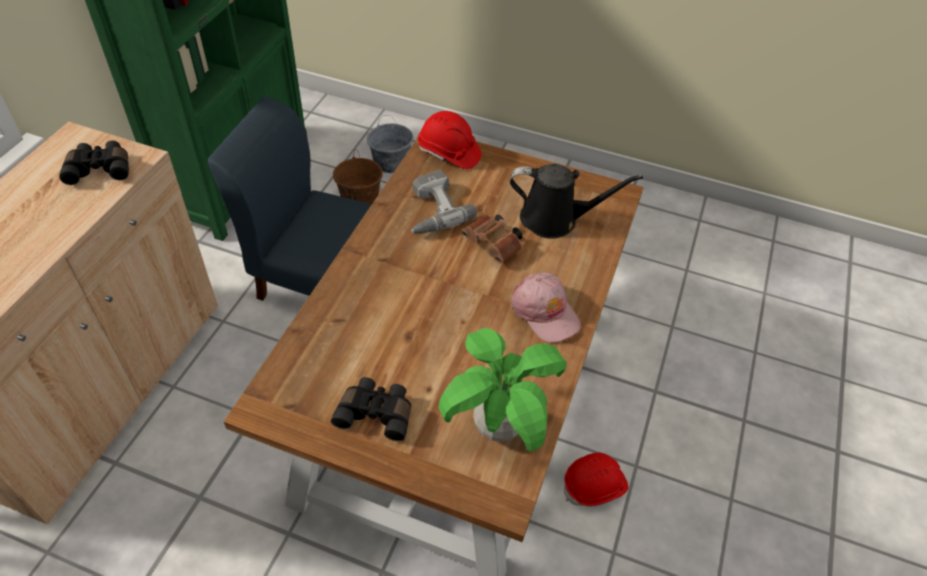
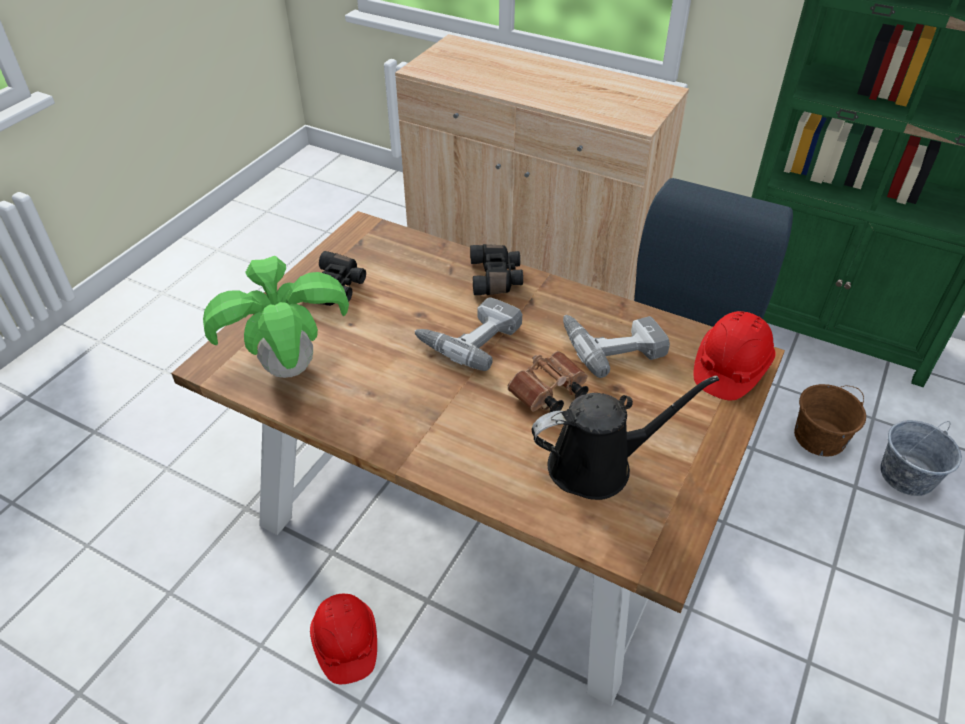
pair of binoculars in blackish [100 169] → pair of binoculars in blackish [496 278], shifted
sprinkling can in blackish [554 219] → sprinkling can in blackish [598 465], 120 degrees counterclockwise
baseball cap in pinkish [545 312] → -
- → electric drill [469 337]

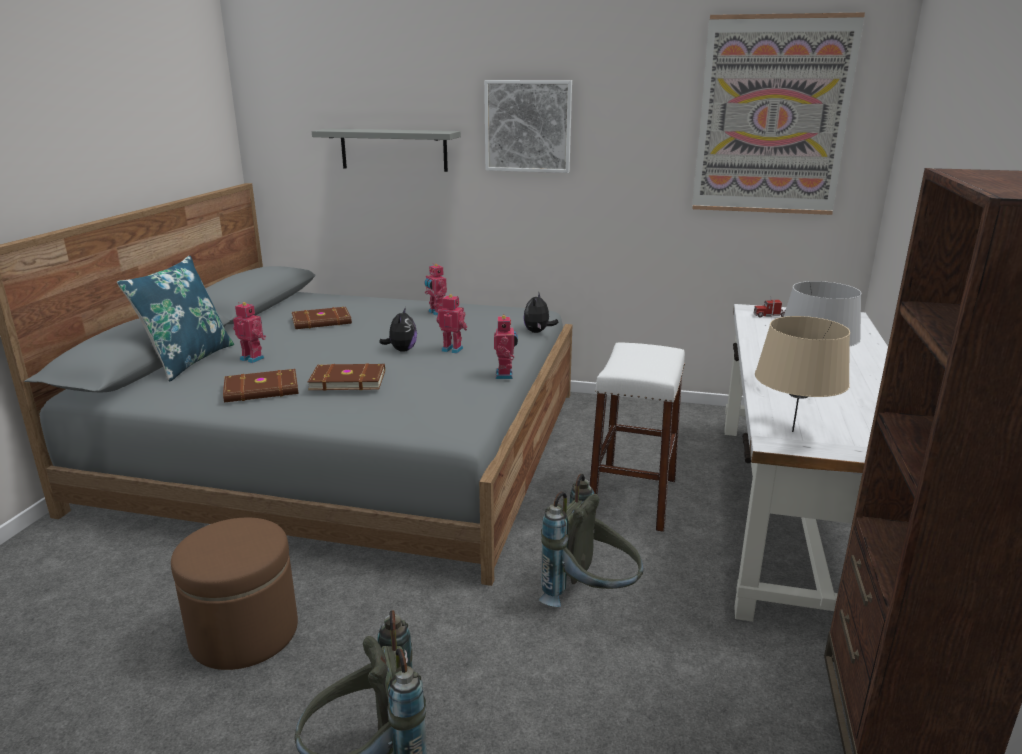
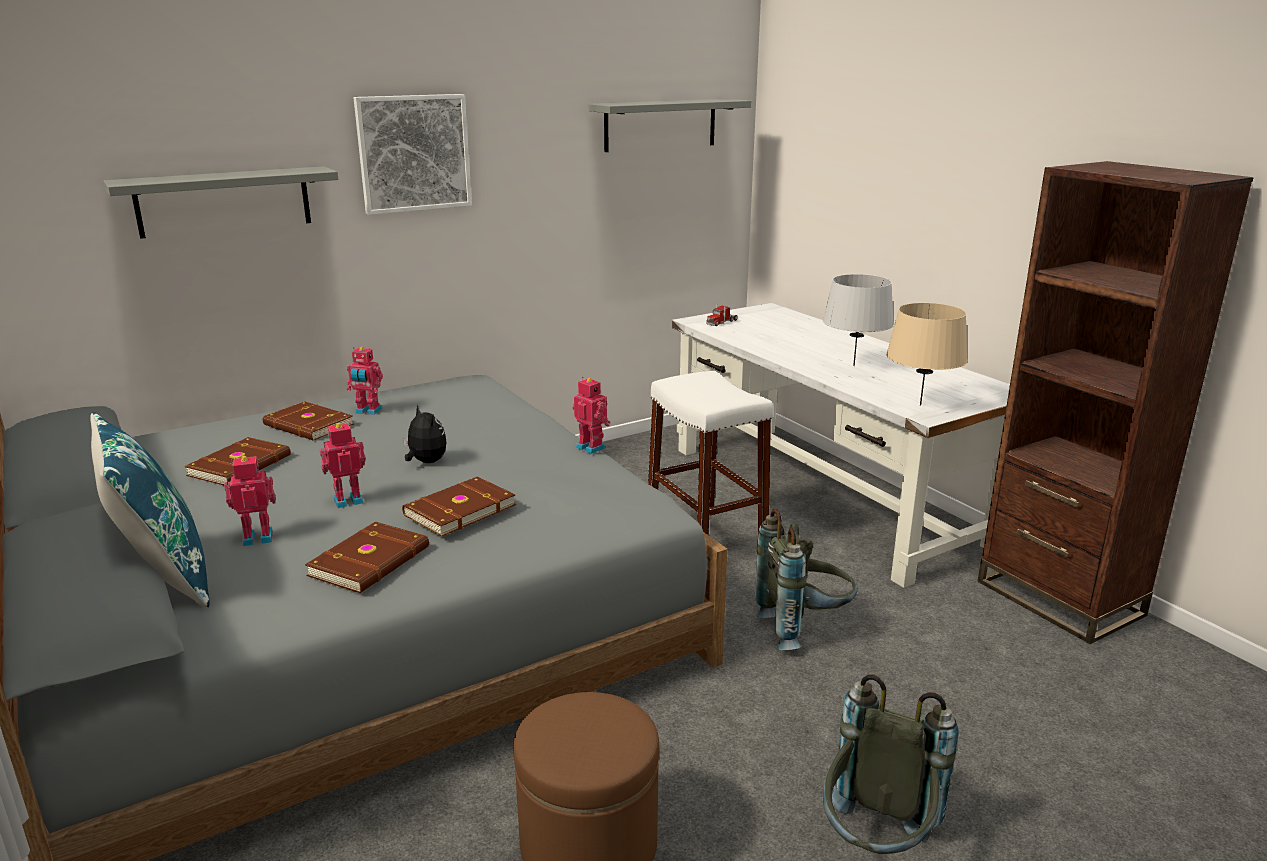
robot figure [452 349] → robot figure [348 500], shifted
soft toy [538 332] → -
wall picture [772 117] → wall shelf in grey [660 125]
- → bound book in brownish [308 425]

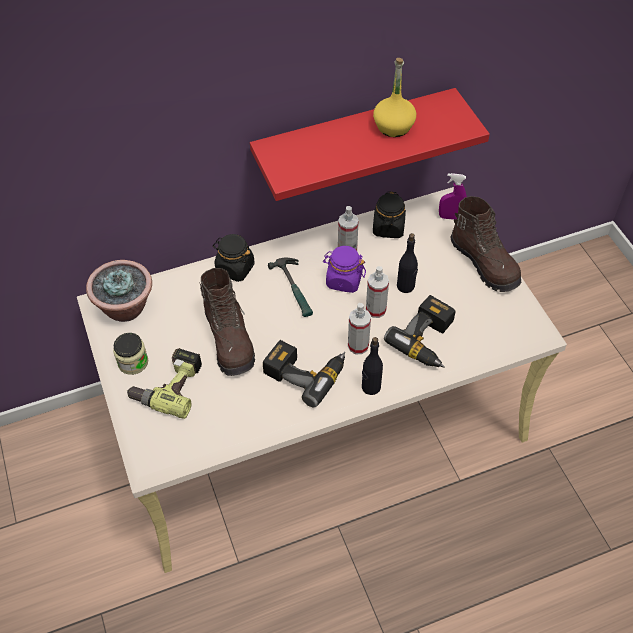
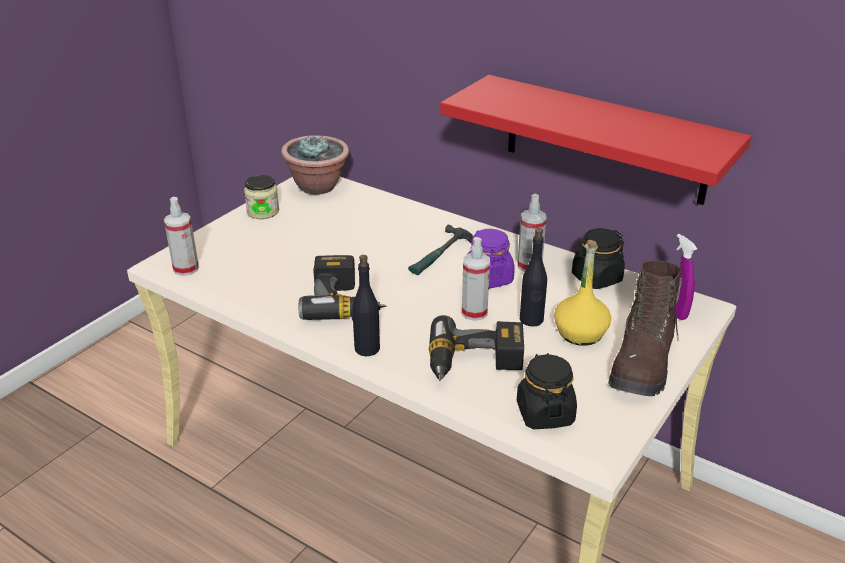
electric drill [169 385] → -
tall boot in brownish [230 340] → -
storage jar in blackish [235 268] → storage jar in blackish [544 413], shifted
sprayer [358 346] → sprayer [186 269], shifted
bottle in yellow [393 126] → bottle in yellow [580 333], shifted

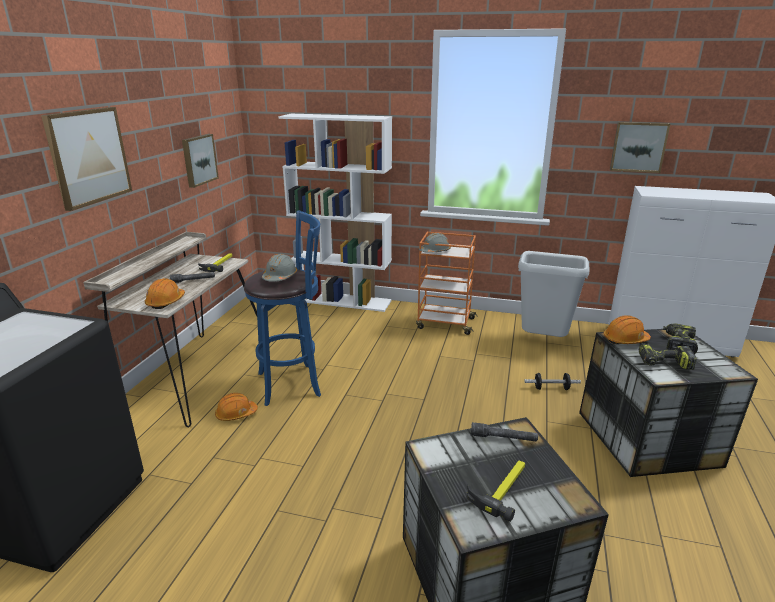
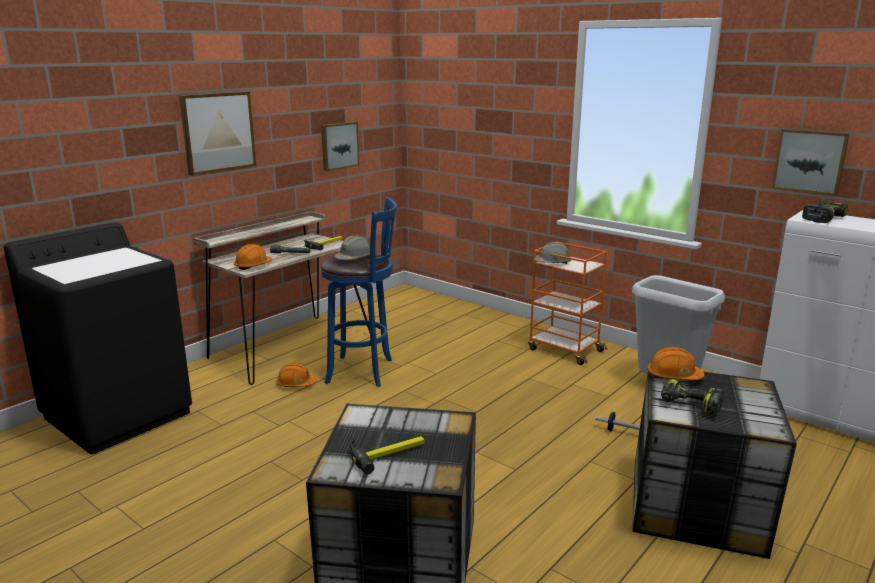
bookshelf in whitish [343 300] → -
torch in grey [503 438] → -
electric drill [678 344] → electric drill [822 218], shifted

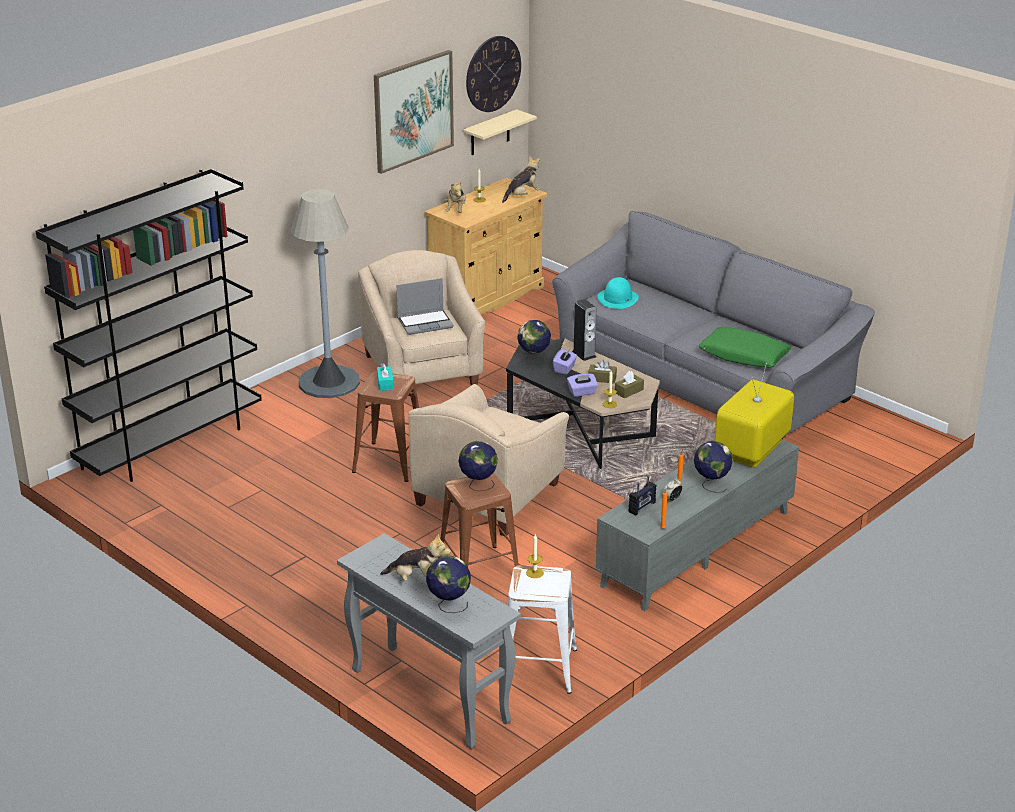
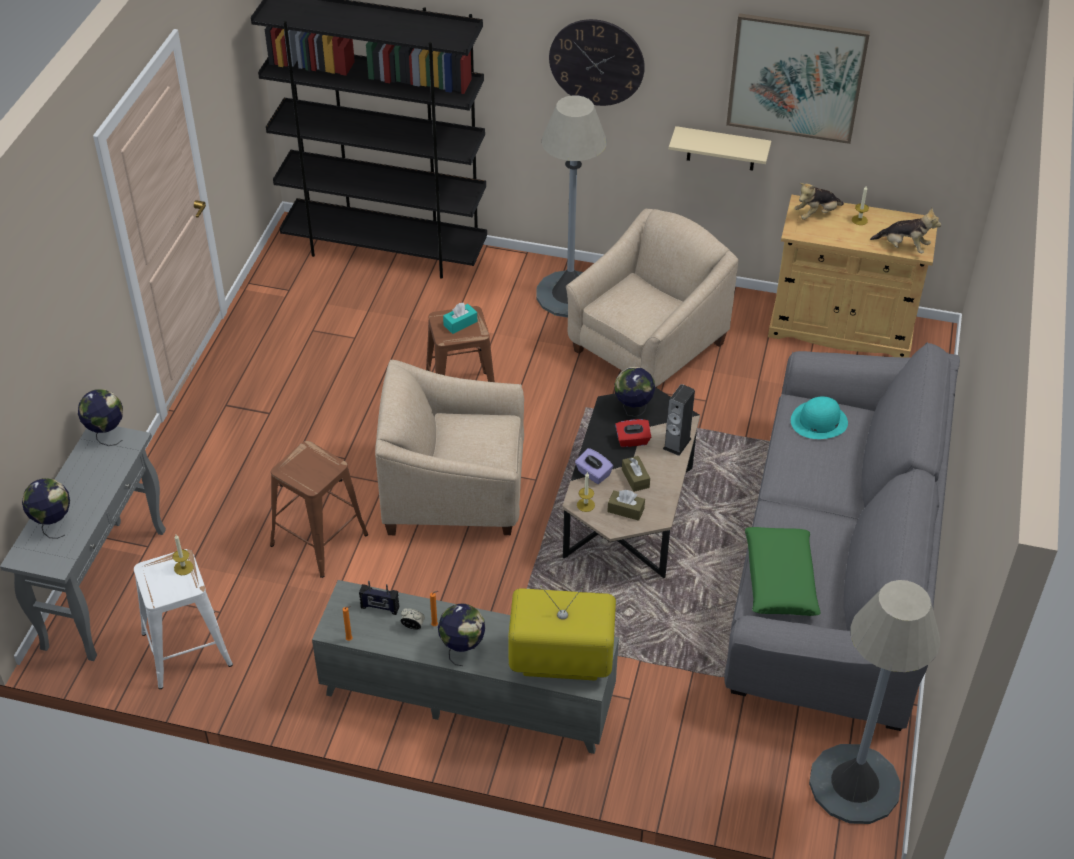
soft toy [417 580] → -
portable computer [426 323] → -
world globe [478 485] → world globe [106 434], shifted
wall shelf in beige [490 133] → wall shelf in beige [721 149], shifted
hanging clock [493 73] → hanging clock [596 62], shifted
box of tissues in purple-coloured [564 369] → box of tissues in red-coloured [632 441]
- → standard lamp in grey [854 784]

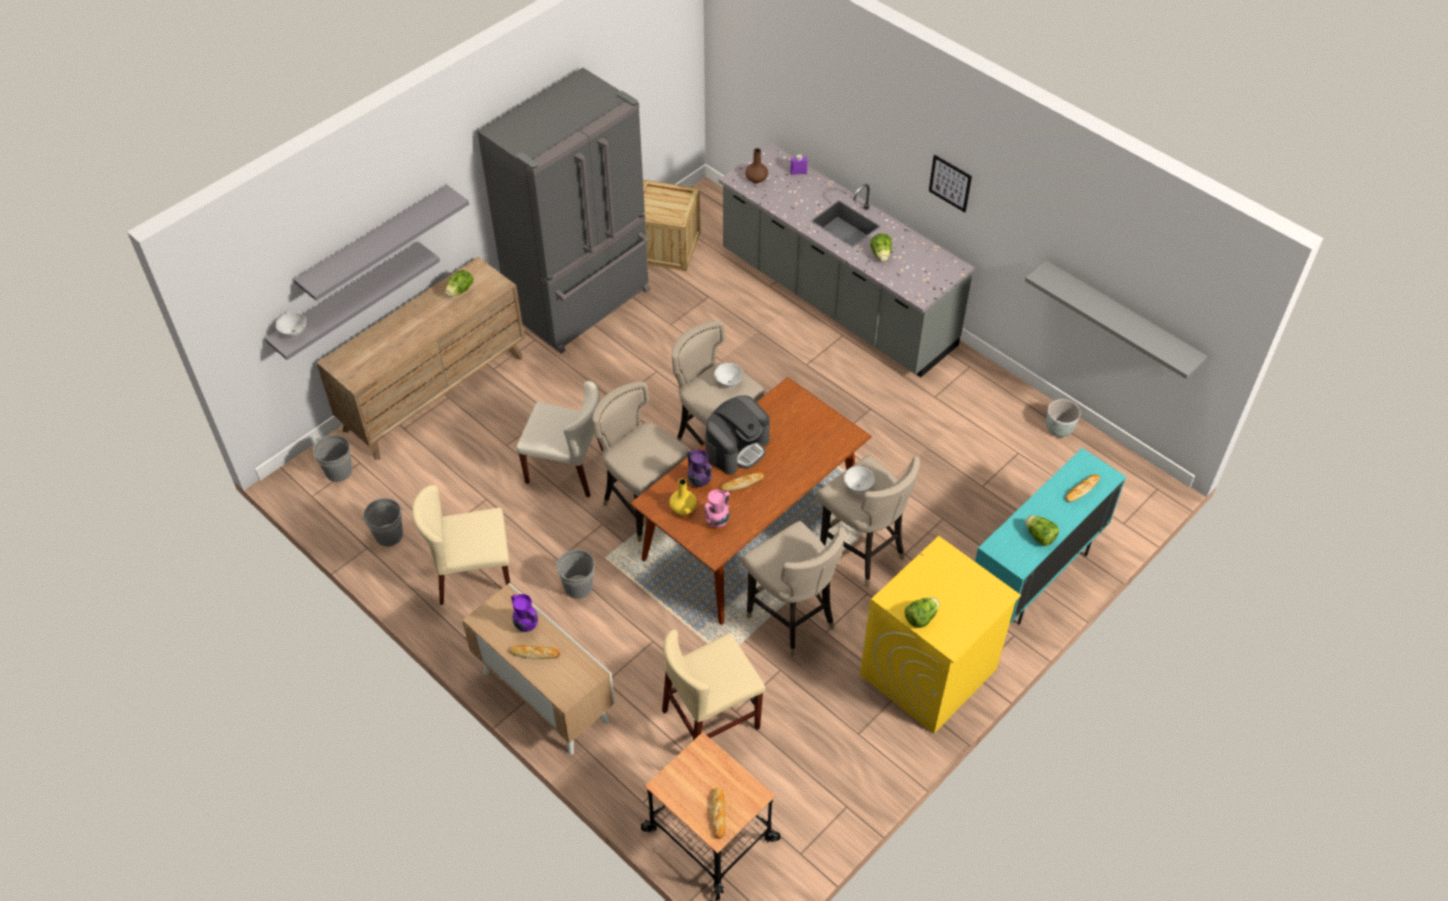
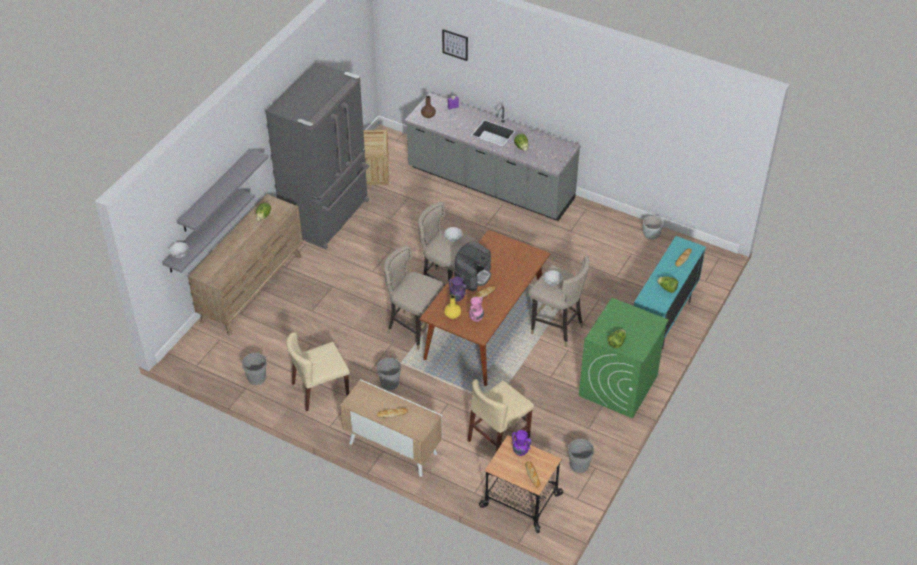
pail in grey [338 471] → pail in grey [579 464], shifted
vase in purple-coloured [526 626] → vase in purple-coloured [520 452], shifted
chair in beige [567 468] → -
sitting stool in beige [791 619] → -
laundry appliance in yellow [928 672] → laundry appliance in green-coloured [618 386]
wall picture [950 183] → wall picture [455 44], shifted
wall shelf in grey [1121 318] → -

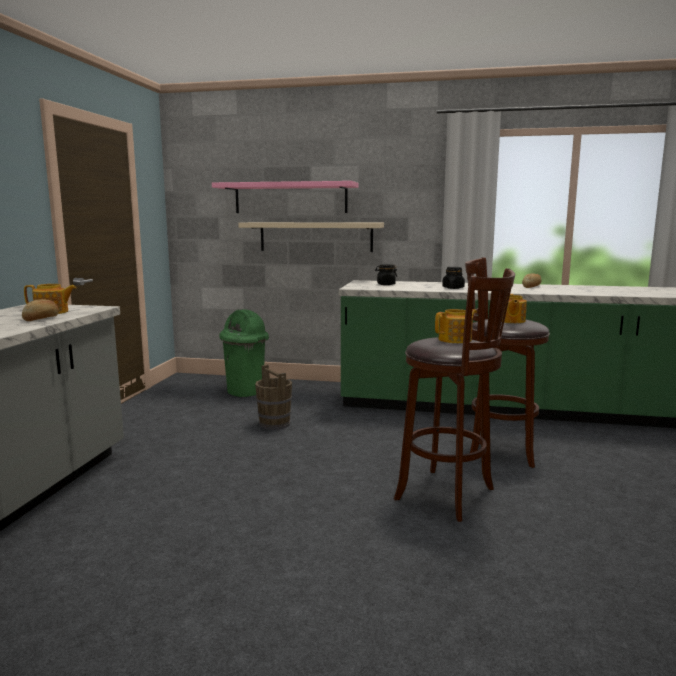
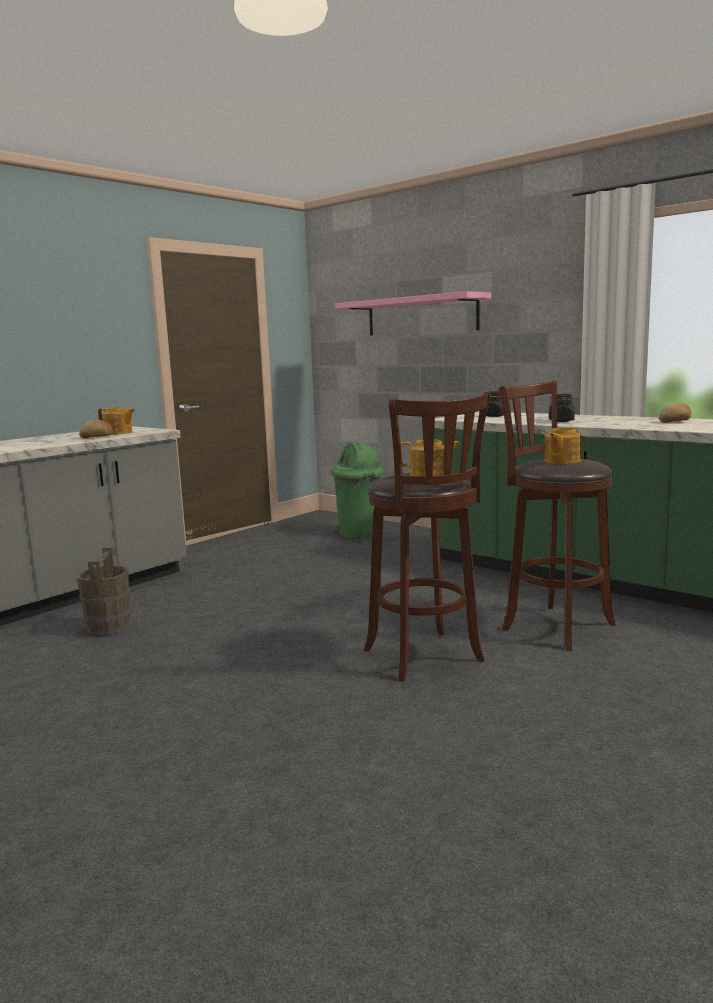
wall shelf in beige [316 236] → -
pail in brownish [274 424] → pail in brownish [109 629], shifted

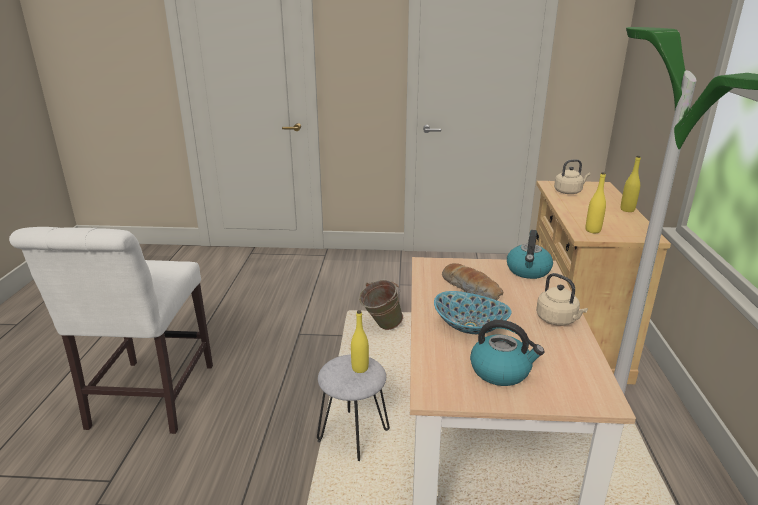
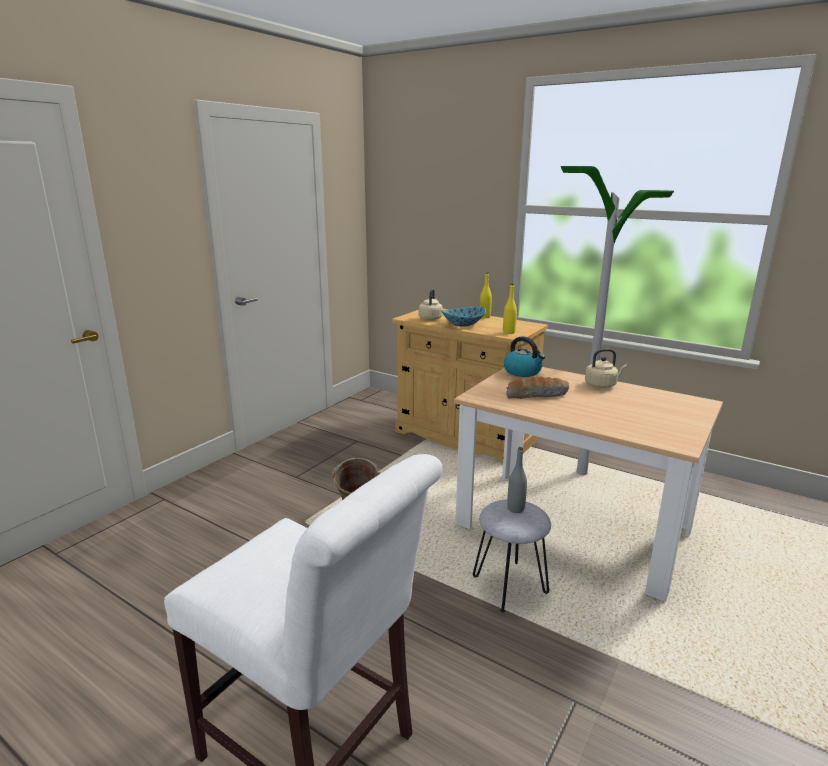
bottle in yellow [360 368] → bottle in grey [515 509]
bowl [470 327] → bowl [463 324], shifted
water kettle [501 371] → -

